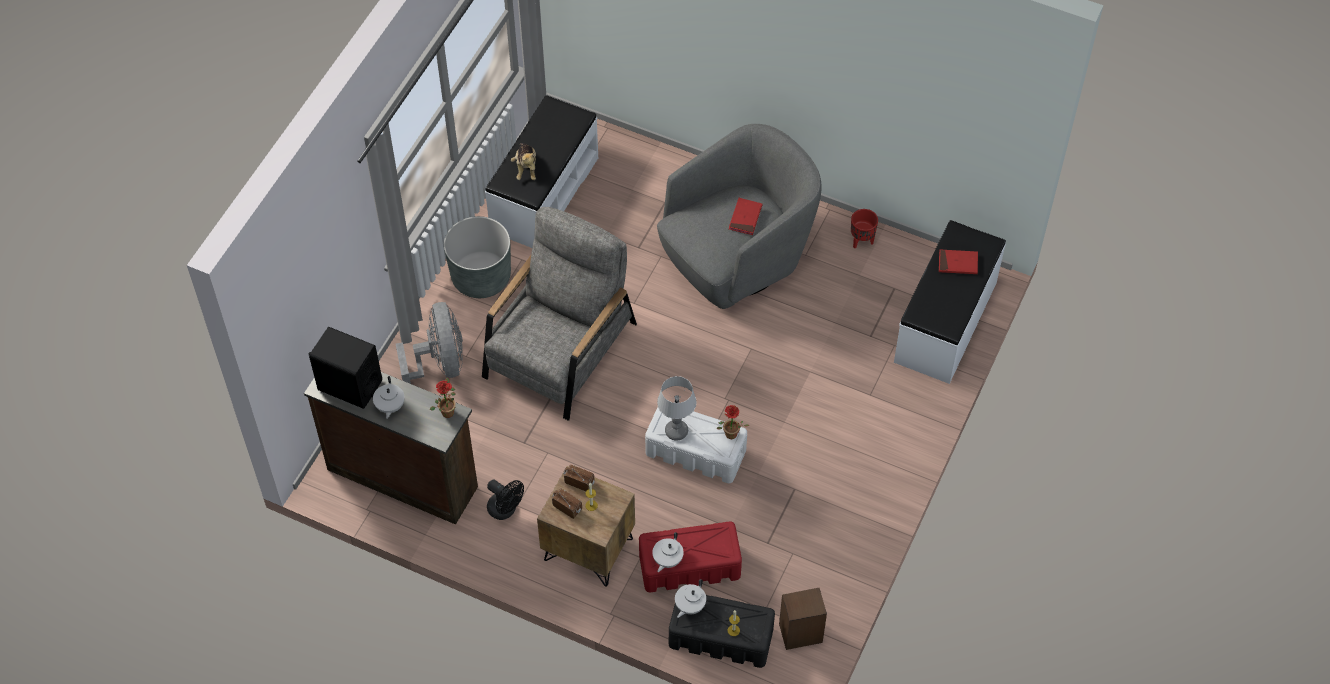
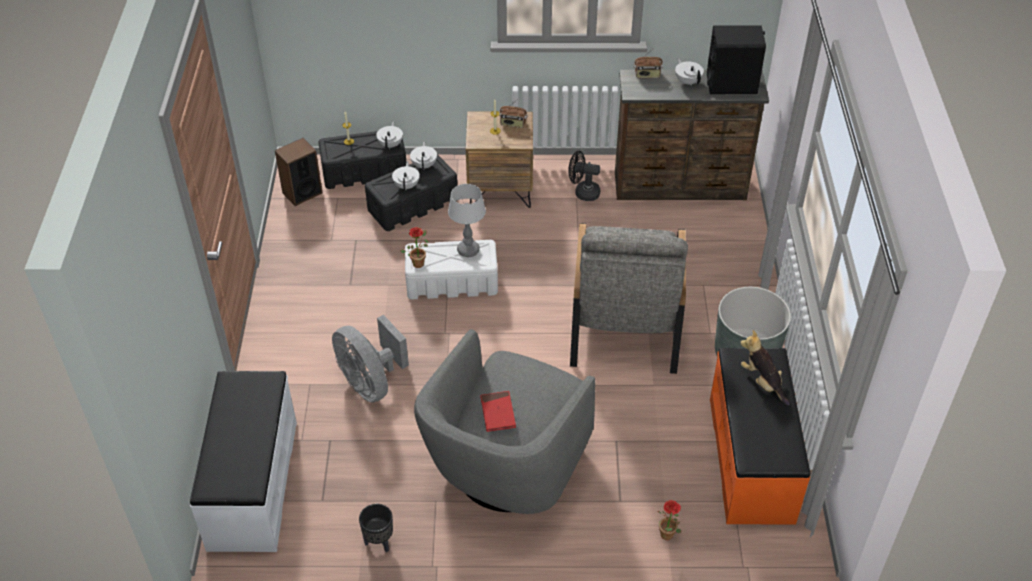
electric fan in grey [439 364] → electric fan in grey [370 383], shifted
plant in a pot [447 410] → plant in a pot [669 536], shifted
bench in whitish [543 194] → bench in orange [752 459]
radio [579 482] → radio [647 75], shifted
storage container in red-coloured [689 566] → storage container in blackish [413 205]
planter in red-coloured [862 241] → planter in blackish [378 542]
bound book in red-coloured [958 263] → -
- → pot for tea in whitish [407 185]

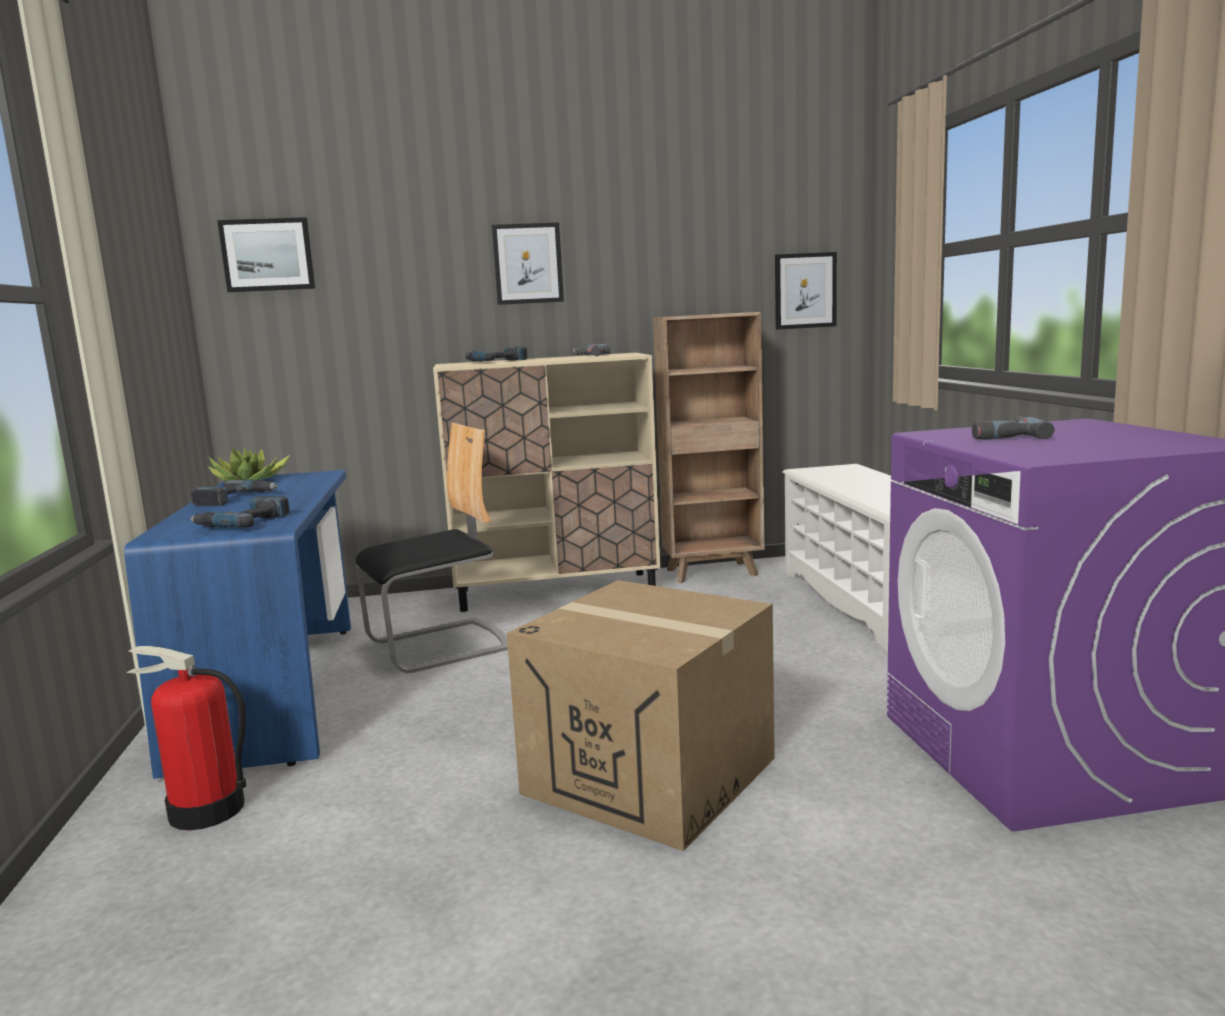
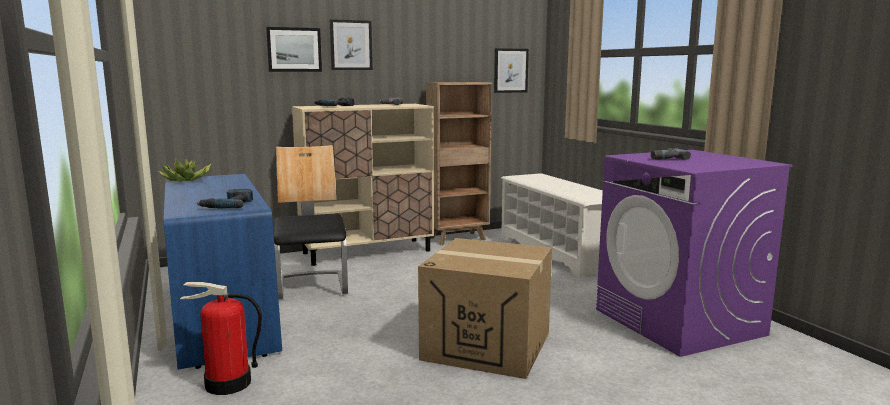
electric drill [235 499] → -
wall picture [267 255] → wall picture [294 49], shifted
chair [439 646] → chair [312 286], 60 degrees counterclockwise

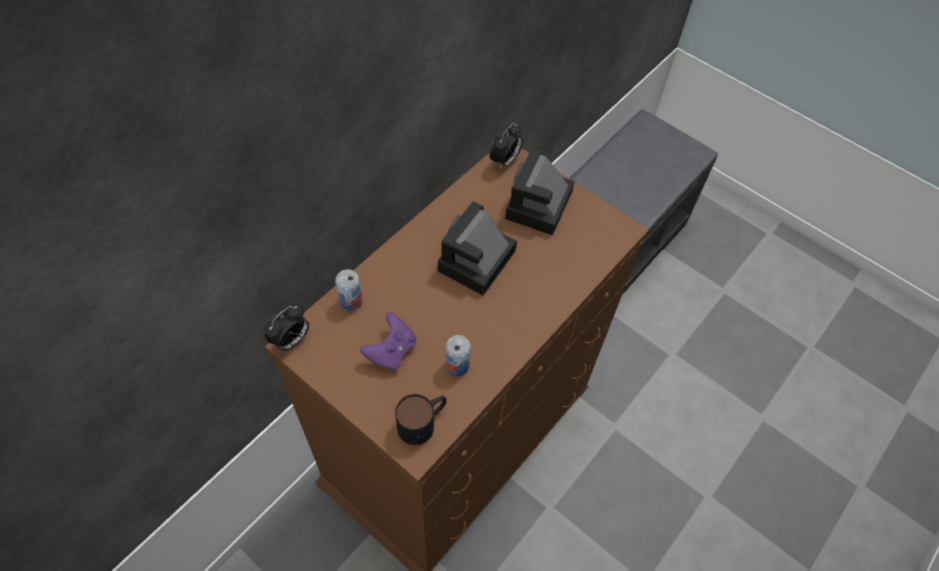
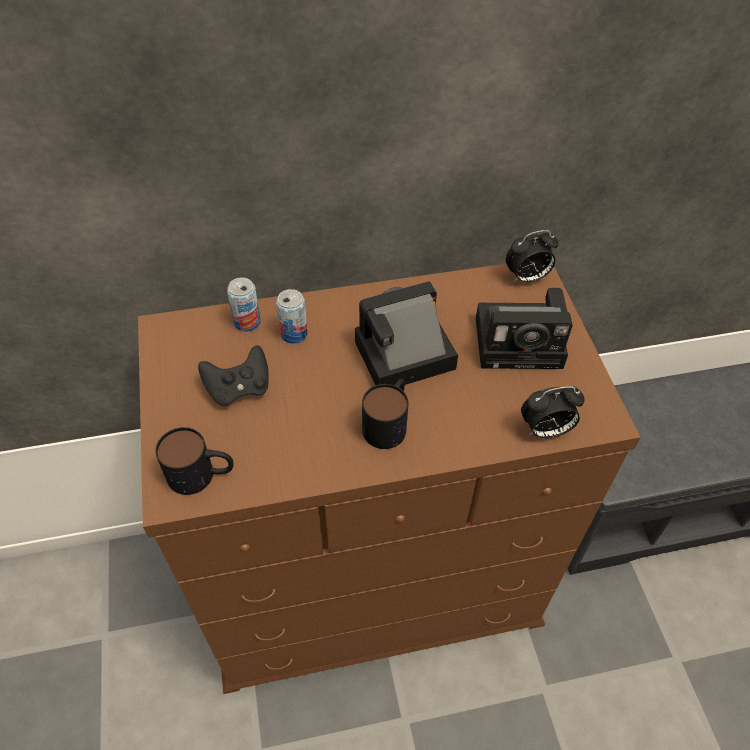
alarm clock [291 341] → alarm clock [545 430], shifted
game controller in purple-coloured [391 351] → game controller in blackish [239 388]
can [457 365] → can [294 334], shifted
still camera [538 207] → still camera [522 341], 150 degrees counterclockwise
- → mug [388 422]

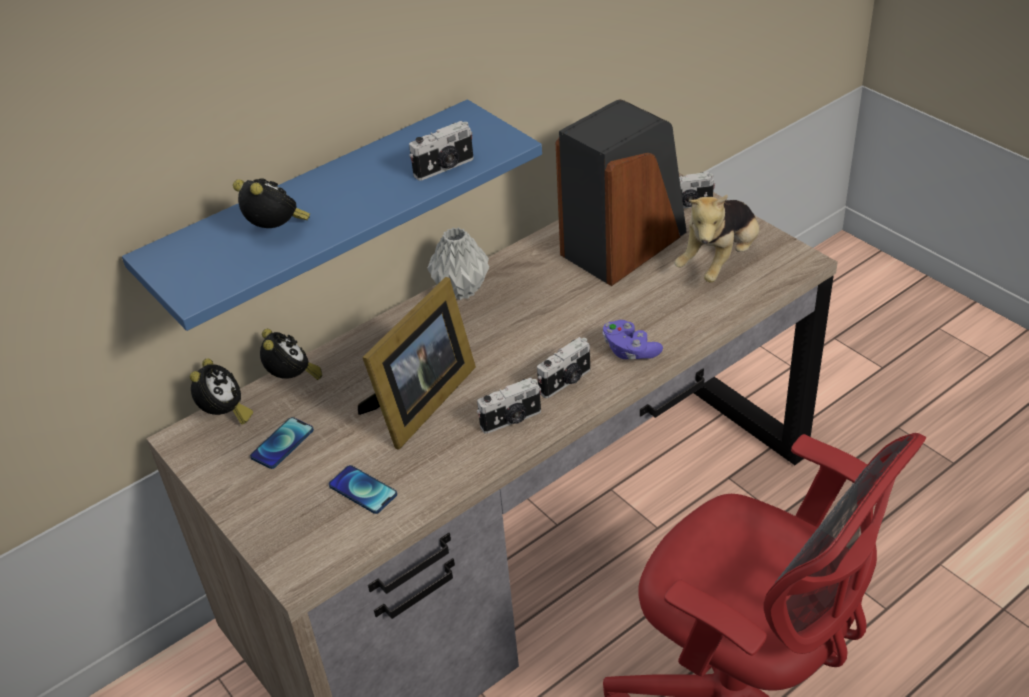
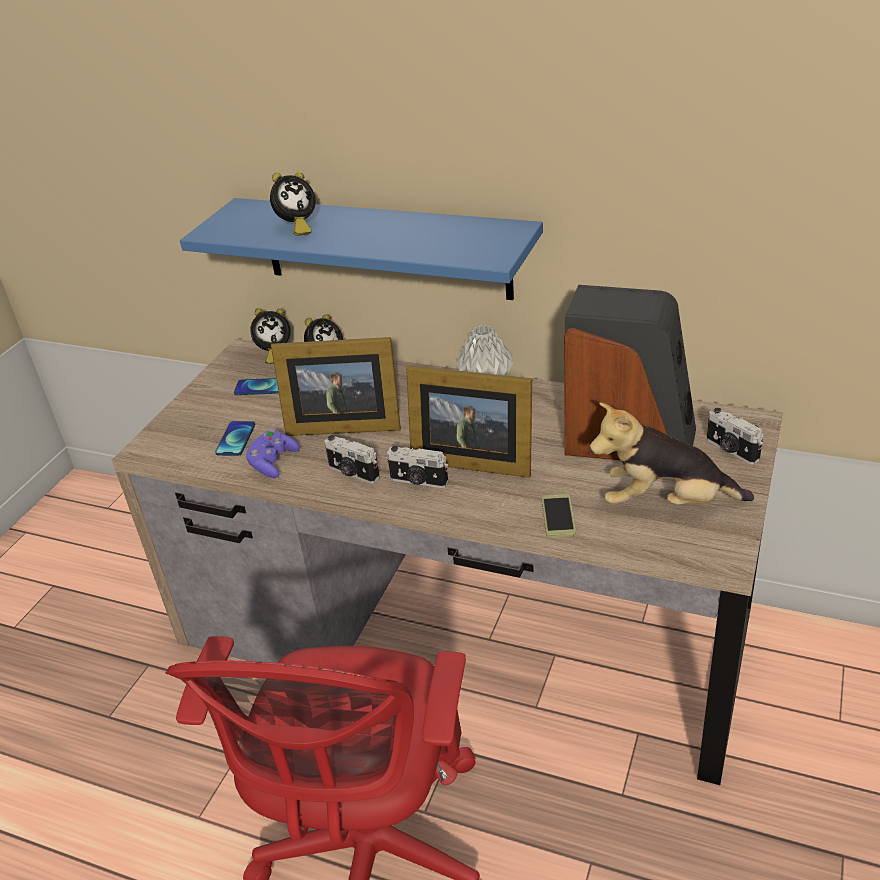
alarm clock [277 231] → alarm clock [296 228], 45 degrees clockwise
still camera [445 168] → -
game controller in purple-coloured [630 351] → game controller in purple-coloured [273 463], shifted
- → photo frame [470 458]
- → telephone [558 516]

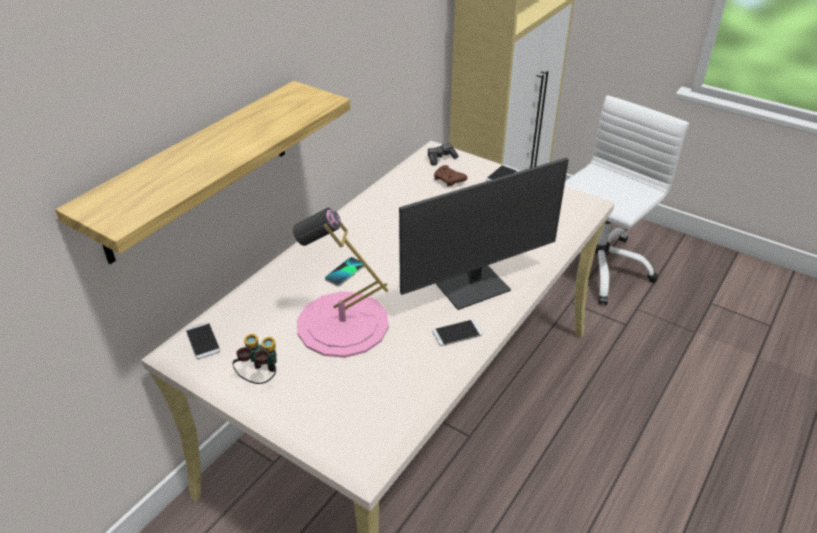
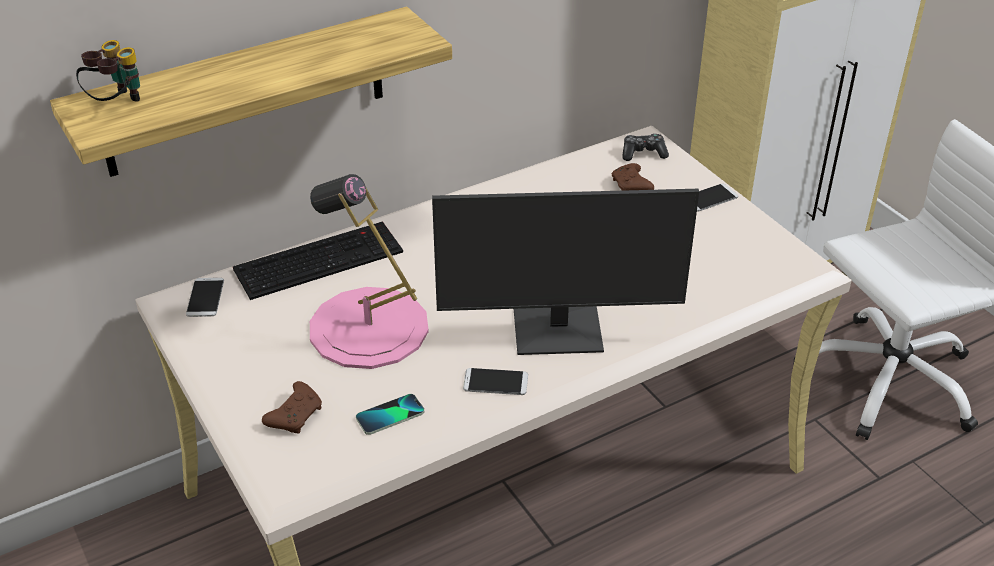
pair of binoculars [260 377] → pair of binoculars [116 103], shifted
telephone [345 272] → telephone [390 415], shifted
- → PC keyboard [320 259]
- → game controller in brownish [296 415]

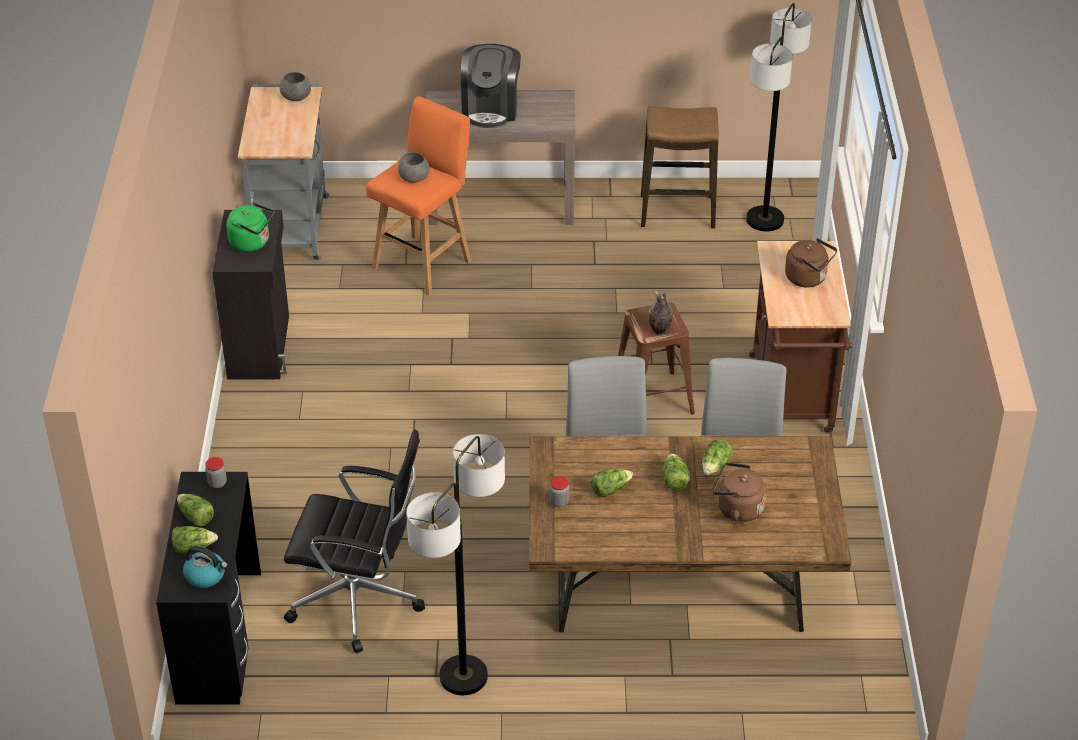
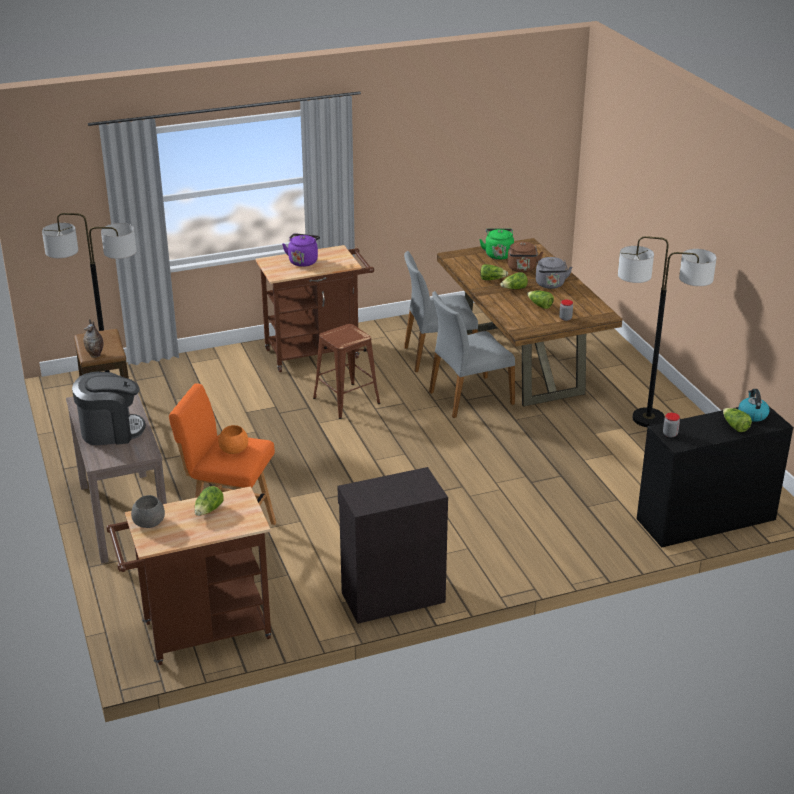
lettuce head [195 517] → lettuce head [209 510], shifted
water kettle in green-coloured [252 243] → water kettle in green-coloured [498 254], shifted
trolley in grey [291 223] → trolley in brownish [199 634]
computer chair in blackish [359 600] → -
bowl in grey [413 177] → bowl in orange [233 449]
vase [659 331] → vase [96 355], shifted
water kettle in brownish [808 278] → water kettle in purple-coloured [303 261]
- → water kettle in grey [550 285]

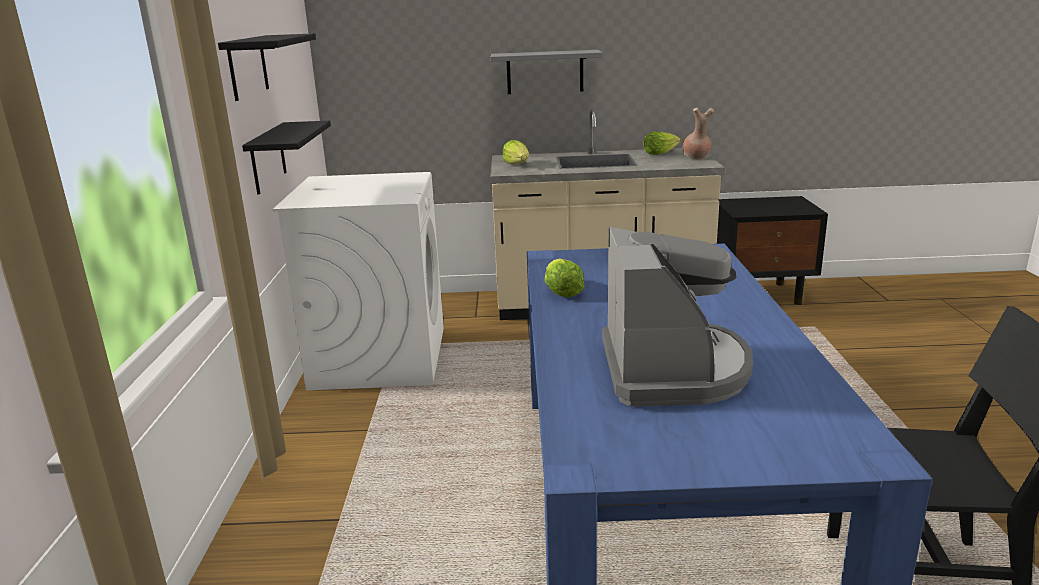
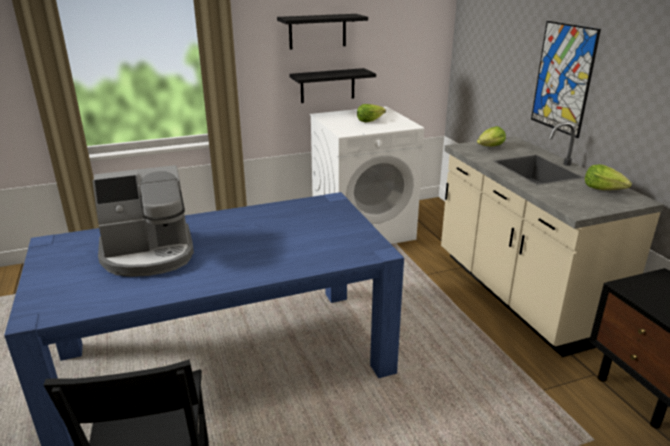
wall shelf in grey [545 72] → wall picture [563 78]
lettuce head [562 291] → lettuce head [369 120], shifted
vase in brownish [696 158] → -

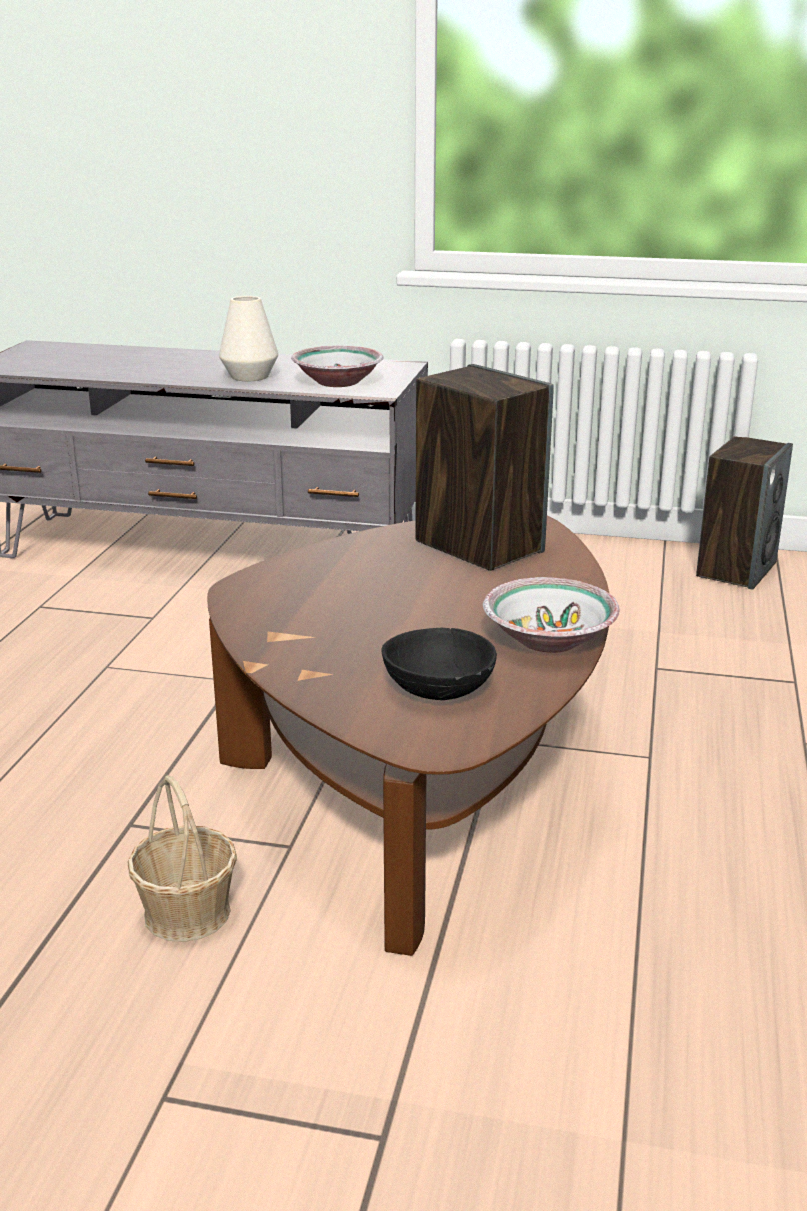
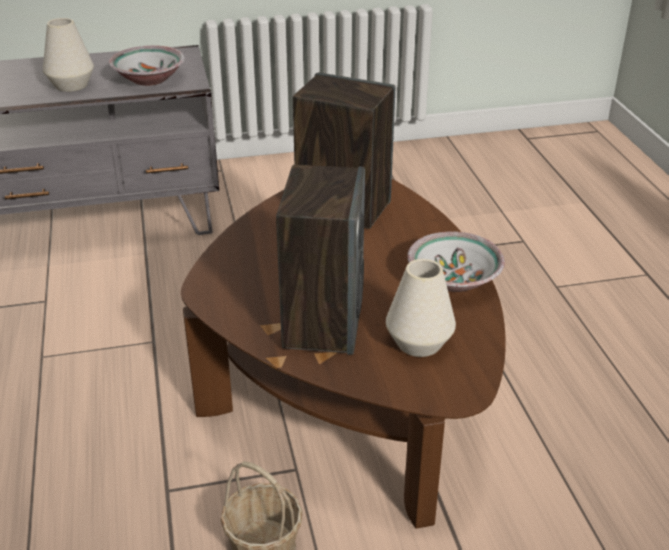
bowl in blackish [438 688] → vase in whitish [419 343]
speaker [736 569] → speaker [322 321], shifted

